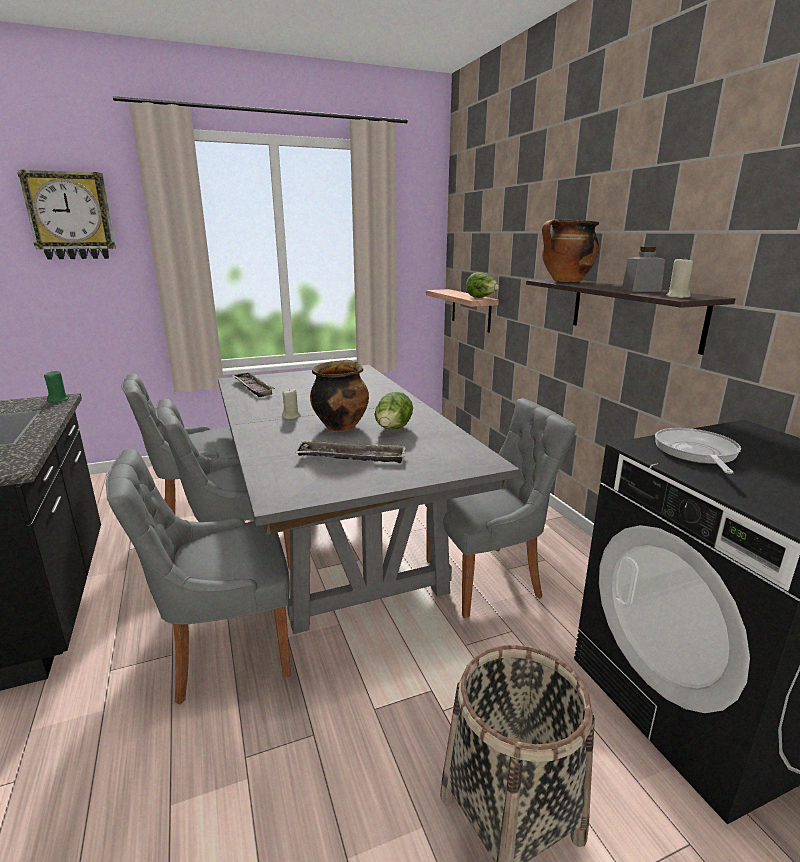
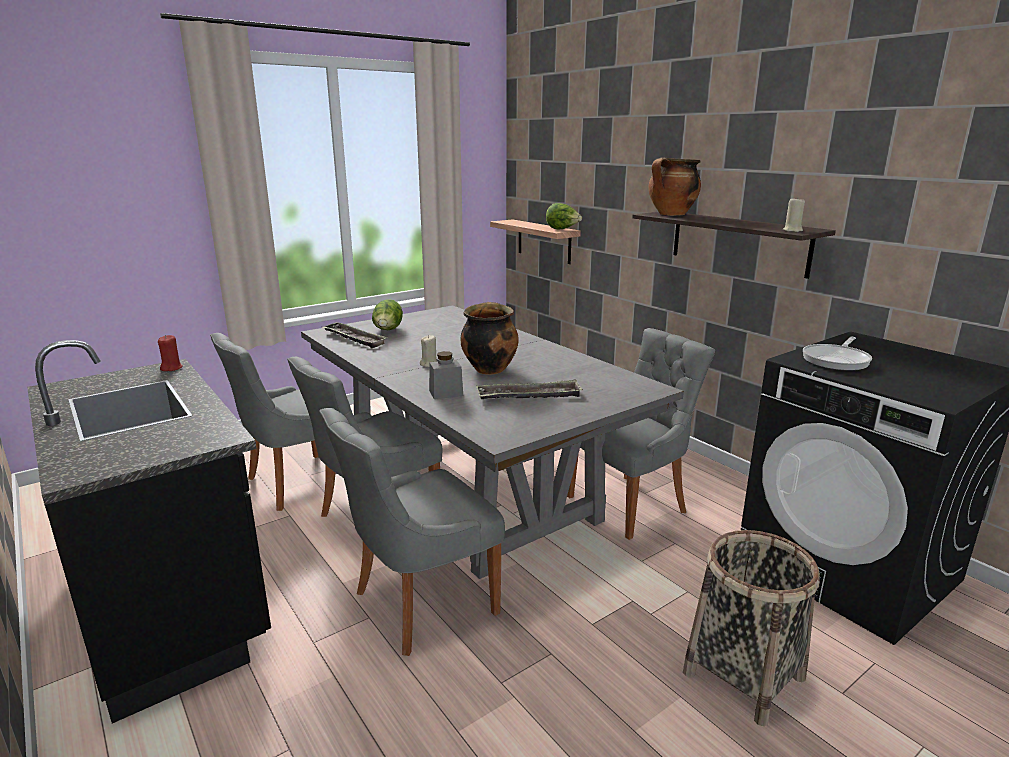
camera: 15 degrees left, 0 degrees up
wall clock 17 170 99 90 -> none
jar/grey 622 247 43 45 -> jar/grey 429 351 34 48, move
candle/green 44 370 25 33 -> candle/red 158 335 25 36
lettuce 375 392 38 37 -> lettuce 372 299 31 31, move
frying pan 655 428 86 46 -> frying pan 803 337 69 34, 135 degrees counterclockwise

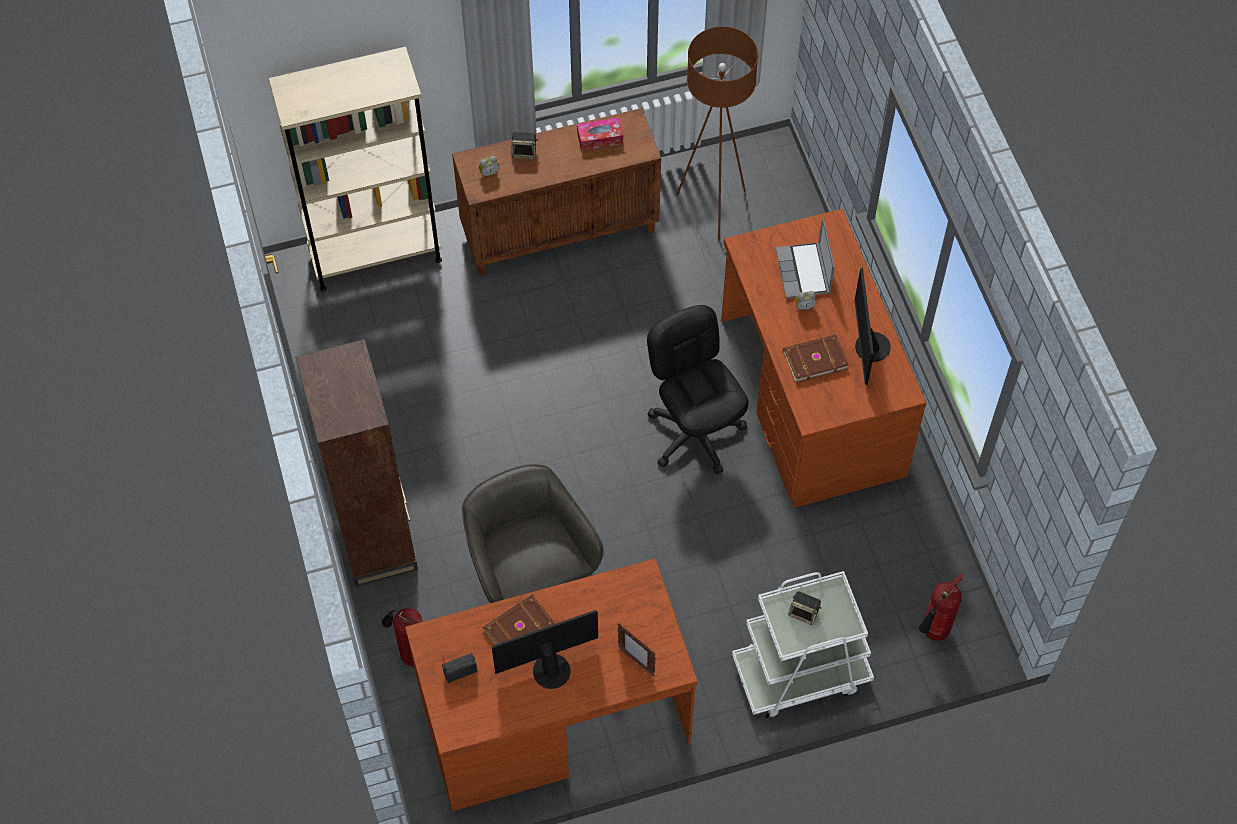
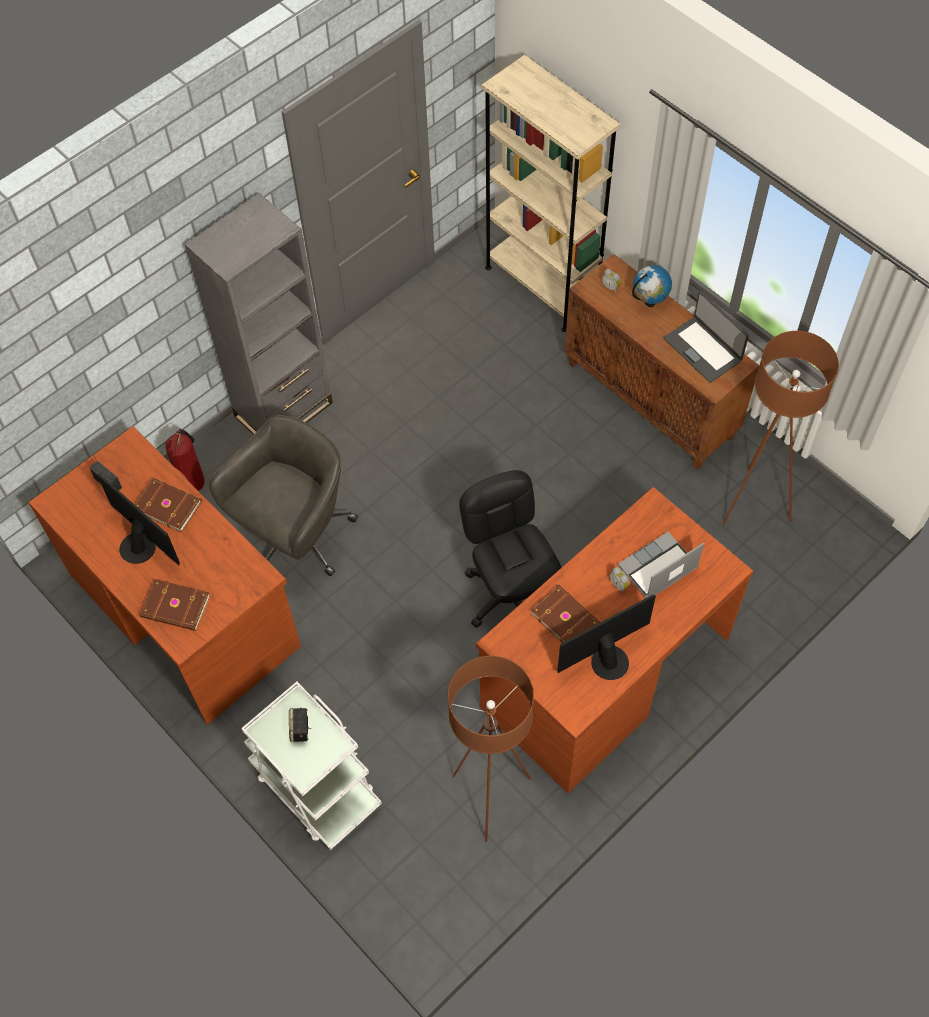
camera: 65 degrees right, 0 degrees up
tissue box 577 118 46 33 -> laptop 664 291 85 92
speaker 511 132 27 27 -> globe 632 265 40 42
office chair/black 647 305 102 169 -> office chair/black 459 470 102 158, 60 degrees counterclockwise
bookcase/brown 295 339 123 247 -> bookcase/grey 185 193 148 242
fire extinguisher 919 573 45 68 -> none
picture frame 617 623 39 54 -> book/brown 140 579 70 52
none -> floor lamp/brown 448 656 86 186

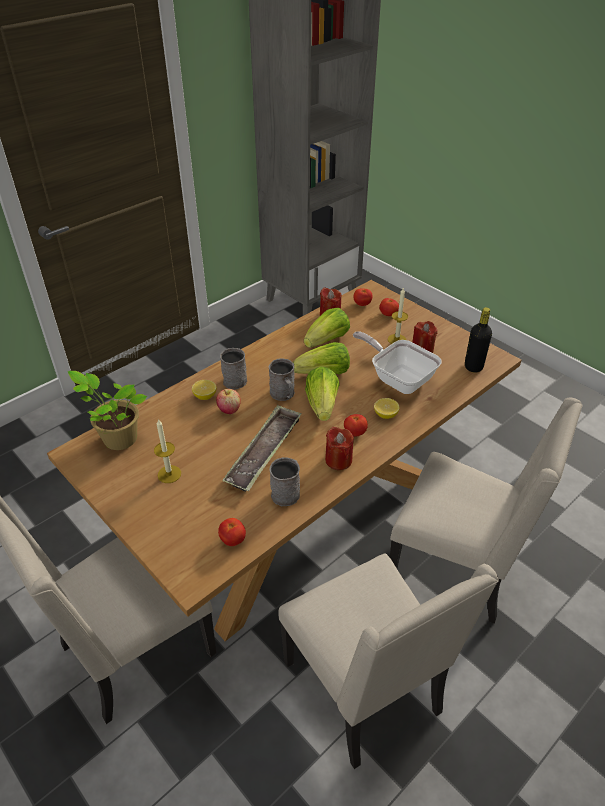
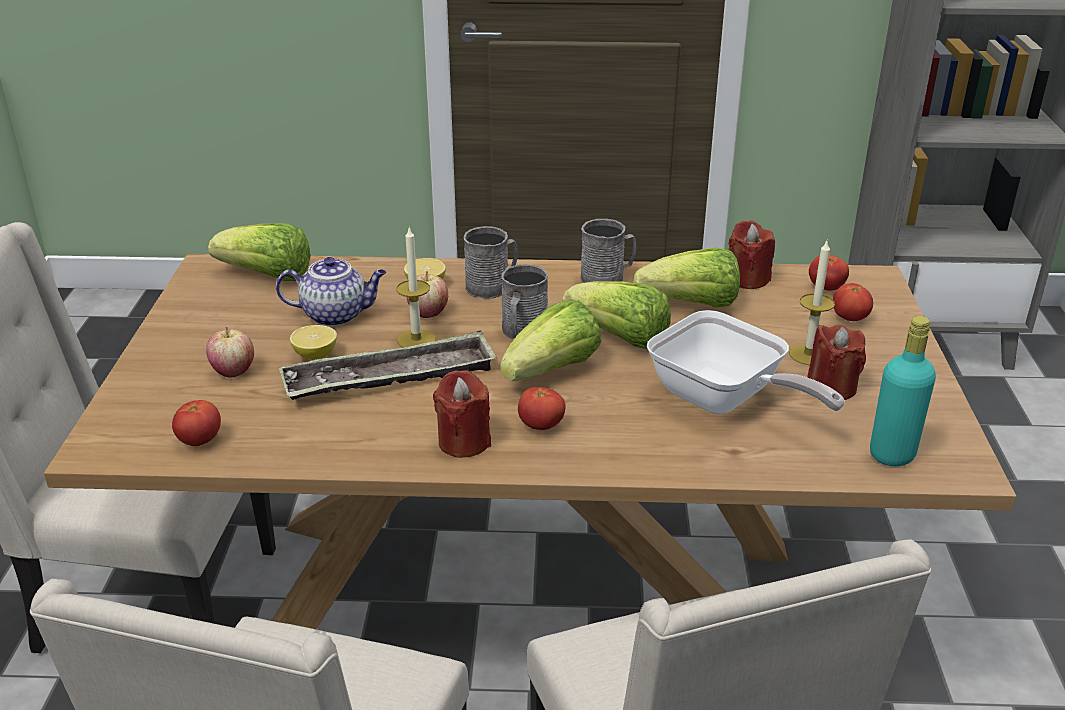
camera: 45 degrees right, 10 degrees down
bottle/black 465 307 27 66 -> bottle/turquoise 870 316 66 150
frying pan 353 331 89 63 -> frying pan 647 310 198 104, 135 degrees clockwise
potted plant 68 371 79 79 -> lettuce 208 223 103 58
lemon 374 398 25 21 -> lemon 290 325 47 35, move
candle 154 419 27 64 -> candle 396 226 40 122, move
mug/grey 270 457 30 49 -> mug/grey 581 219 55 64, move
none -> teapot 276 257 110 69
none -> apple 206 327 48 51

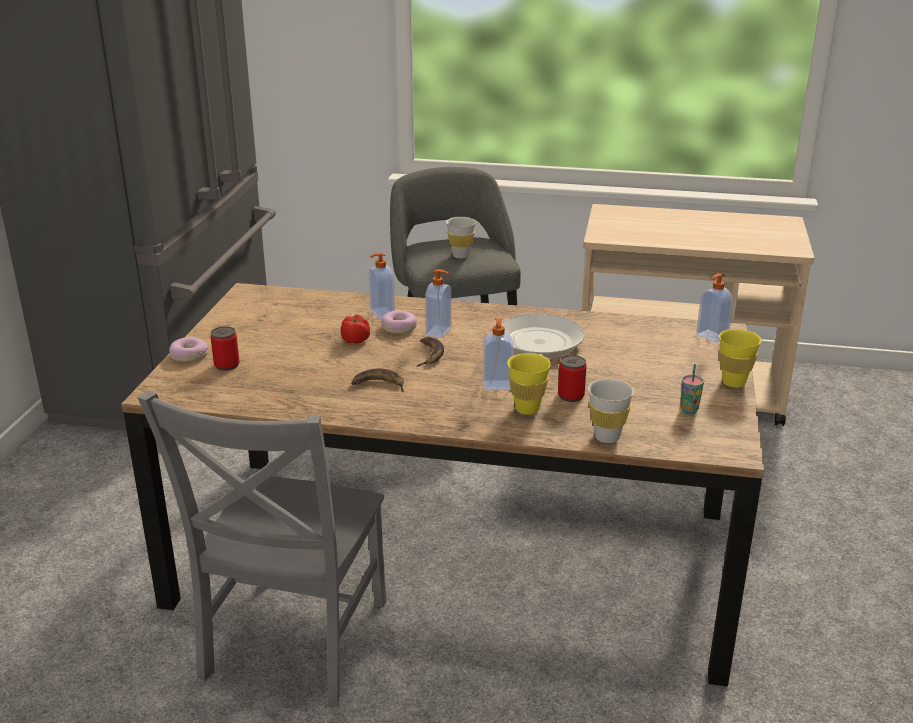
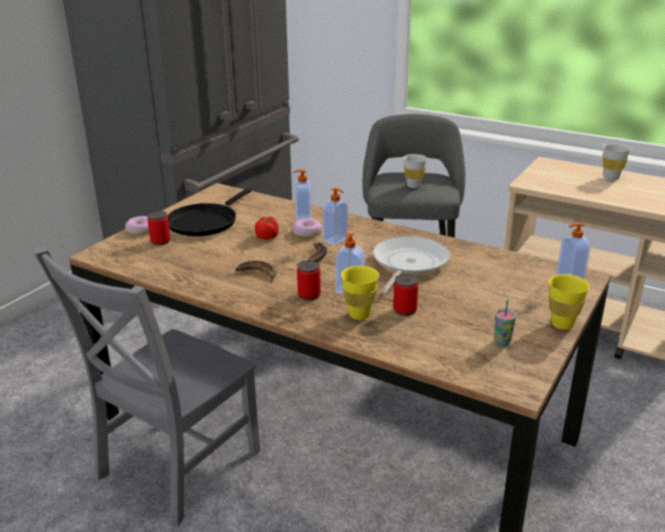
camera: 20 degrees right, 0 degrees up
cup/white 588 379 46 64 -> cup/white 603 144 28 36, move
none -> frying pan/black 167 188 84 48
none -> can 297 261 24 40

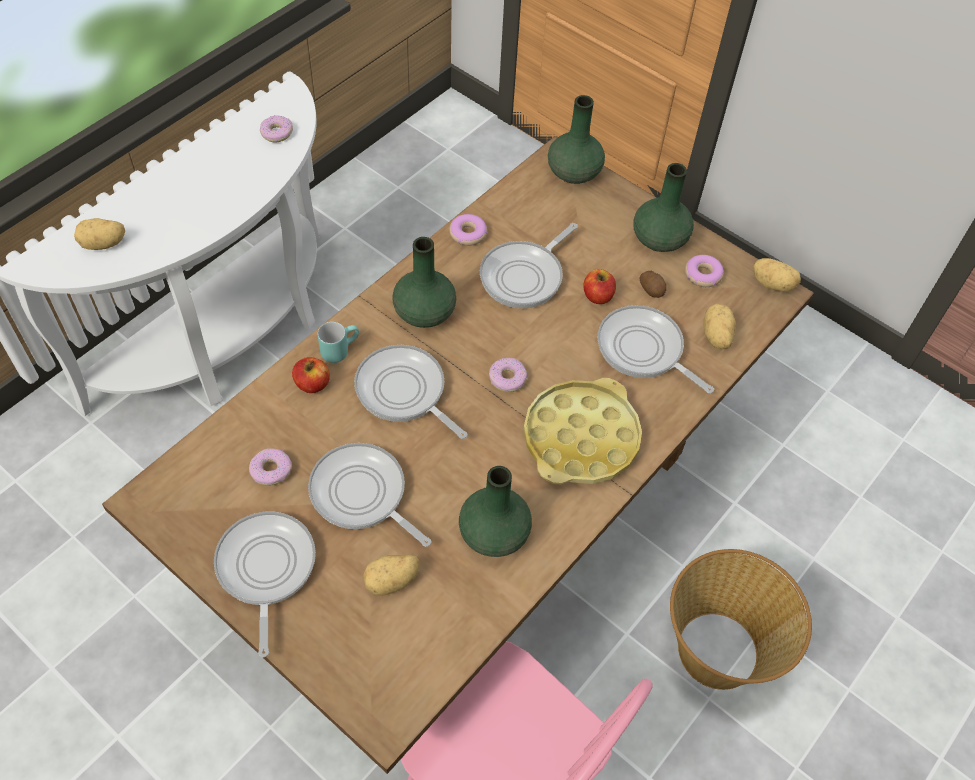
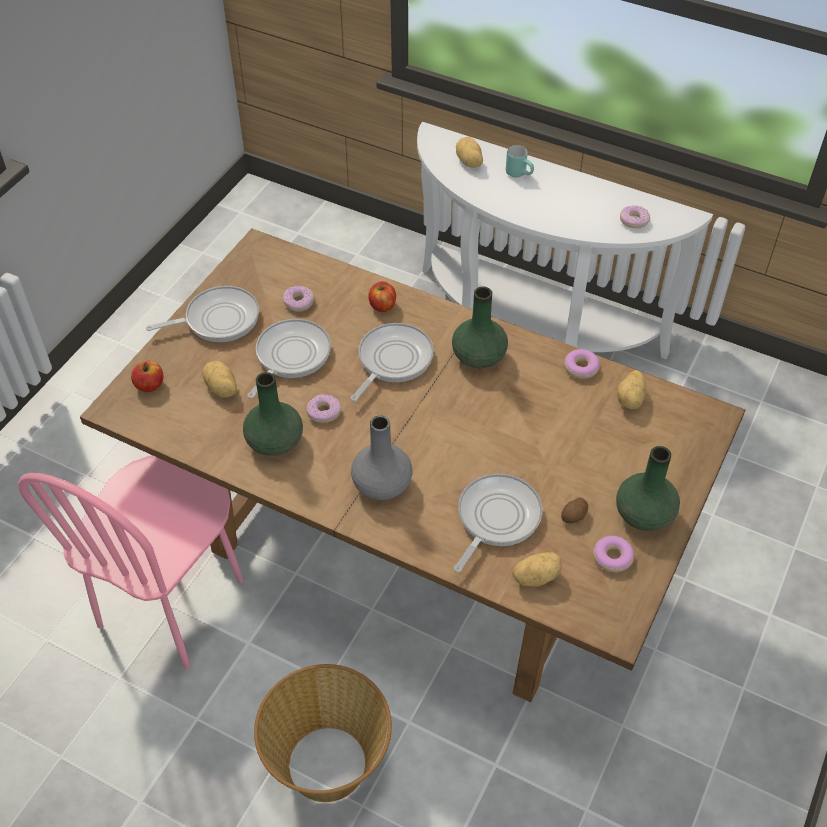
camera: 80 degrees right, 5 degrees down
vase/green 548 95 57 89 -> none
frying pan 480 223 98 85 -> none
potato 753 258 48 34 -> potato 617 370 29 39, move
apple 583 269 33 35 -> apple 131 361 32 31, move
mug/turquoise 318 322 41 41 -> mug/turquoise 506 145 28 33, move
donut 489 358 38 34 -> donut 306 394 36 29, move
tray/yellow 524 378 118 106 -> vase/grey 351 415 61 85

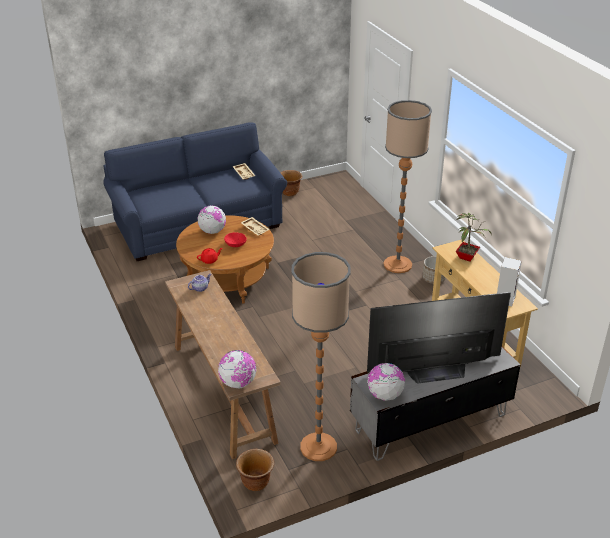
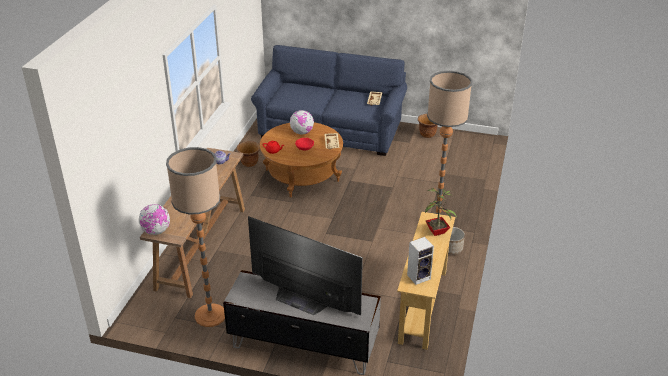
camera: 40 degrees right, 0 degrees up
globe 367 363 38 38 -> none
planter/brown 236 449 38 42 -> planter/brown 237 141 23 26, move

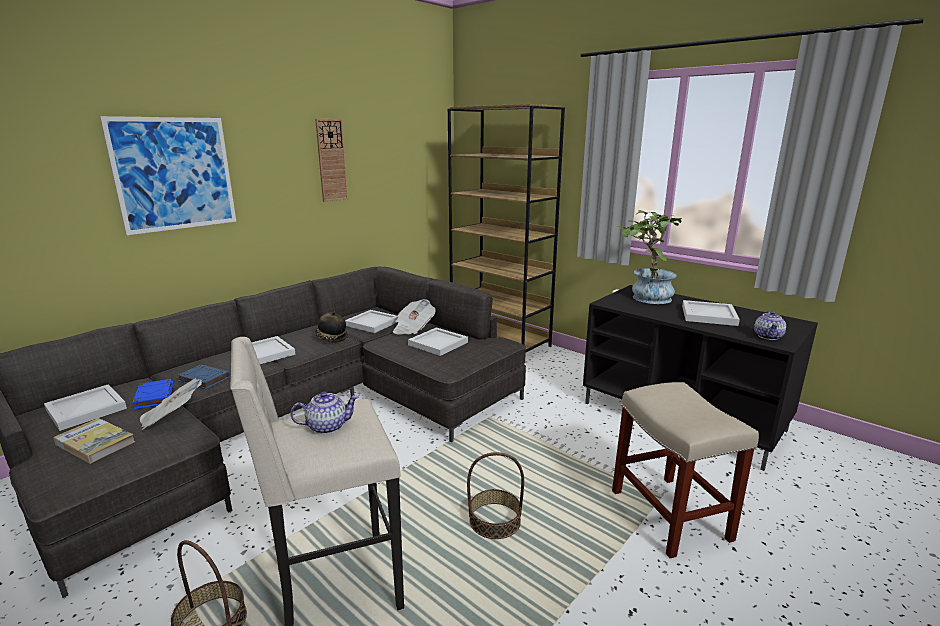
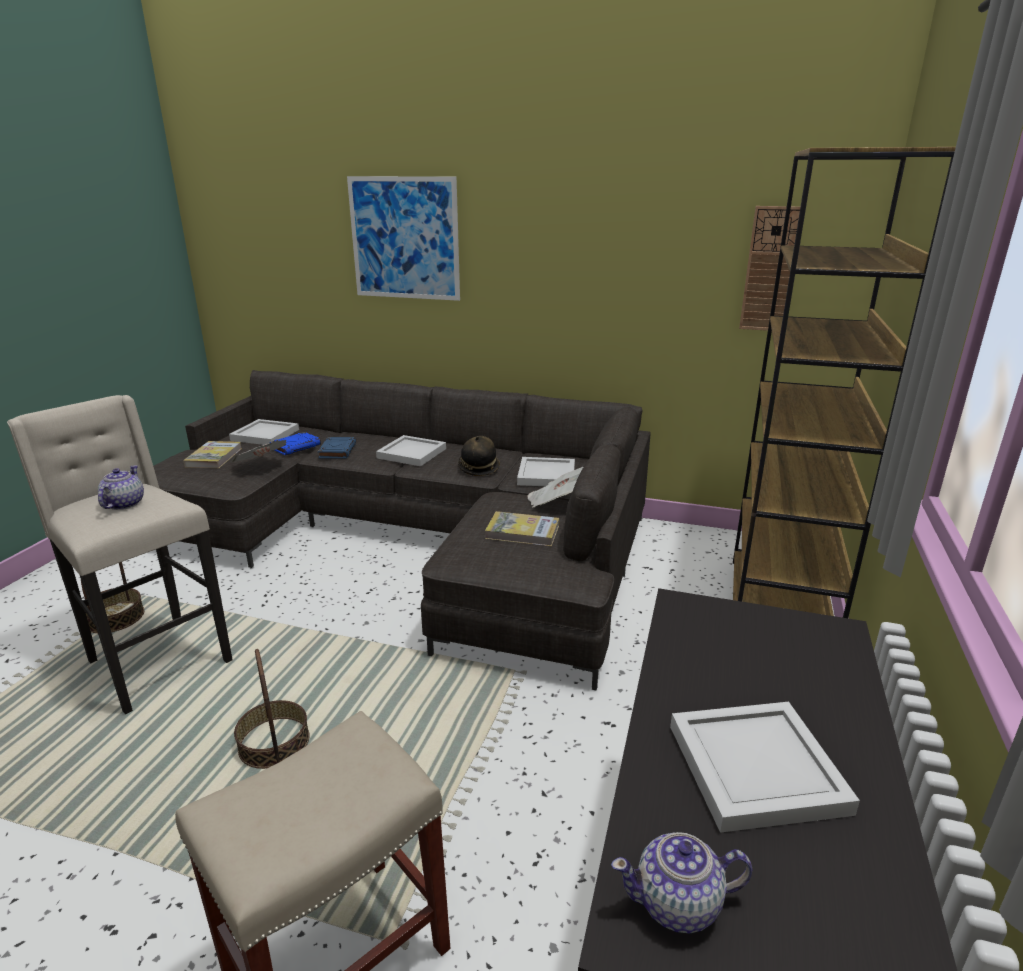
camera: 65 degrees right, 5 degrees up
wall clock 315 119 33 83 -> wall clock 739 206 62 125, move
potted plant 616 210 66 94 -> none
tray/white 408 327 60 29 -> book 485 511 74 35
teapot 290 392 69 42 -> teapot 98 465 46 45, 135 degrees counterclockwise

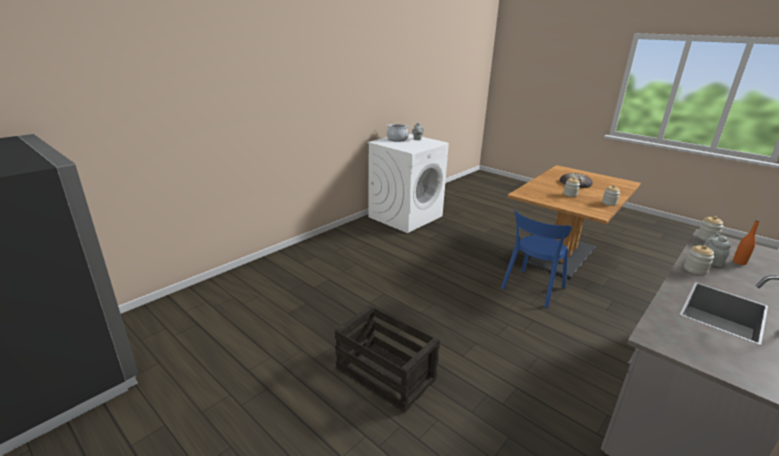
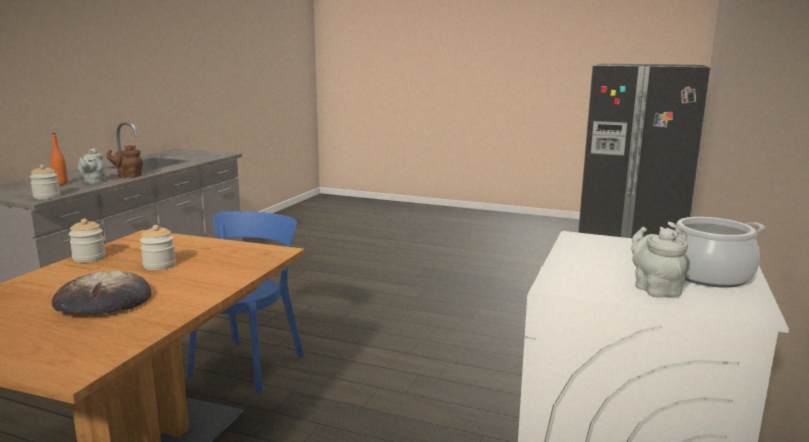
camera: 160 degrees right, 10 degrees down
jar 684 245 30 30 -> teapot/brown 106 145 37 33
crate 335 305 105 107 -> none

